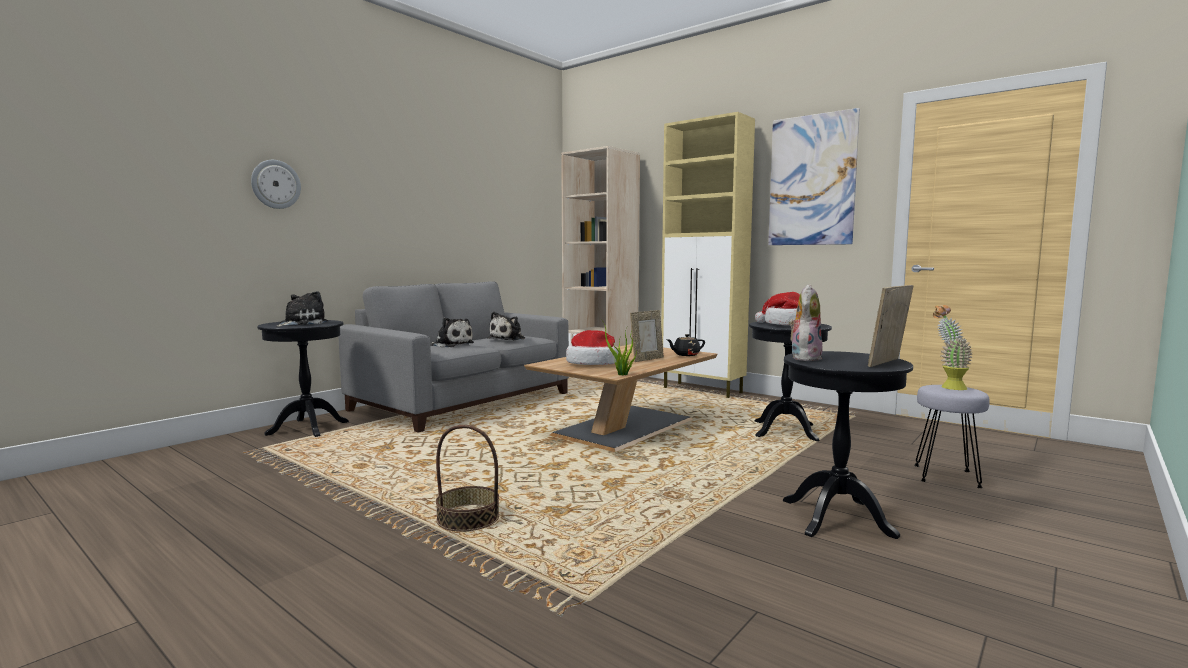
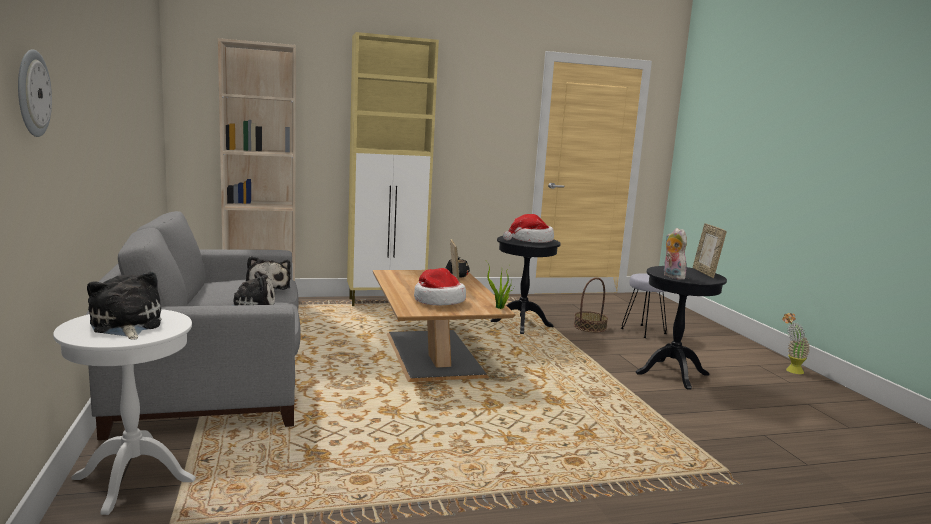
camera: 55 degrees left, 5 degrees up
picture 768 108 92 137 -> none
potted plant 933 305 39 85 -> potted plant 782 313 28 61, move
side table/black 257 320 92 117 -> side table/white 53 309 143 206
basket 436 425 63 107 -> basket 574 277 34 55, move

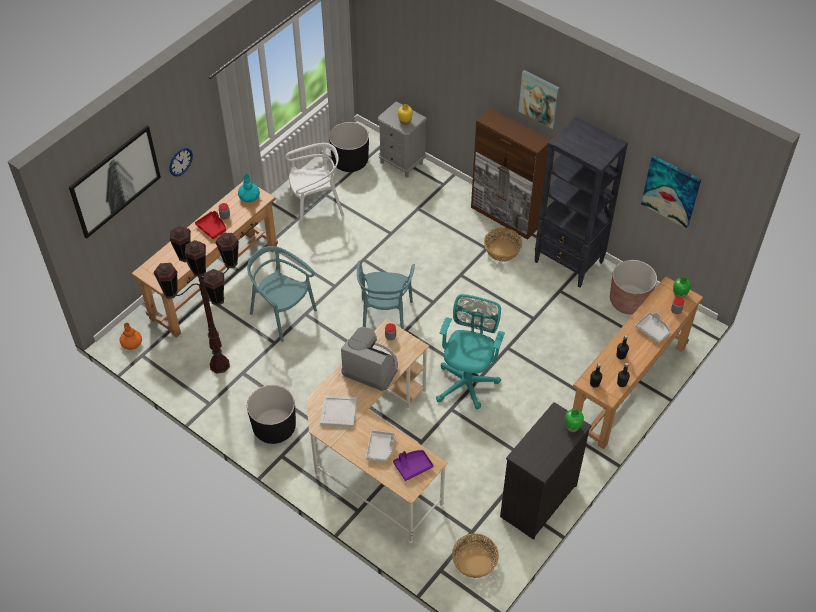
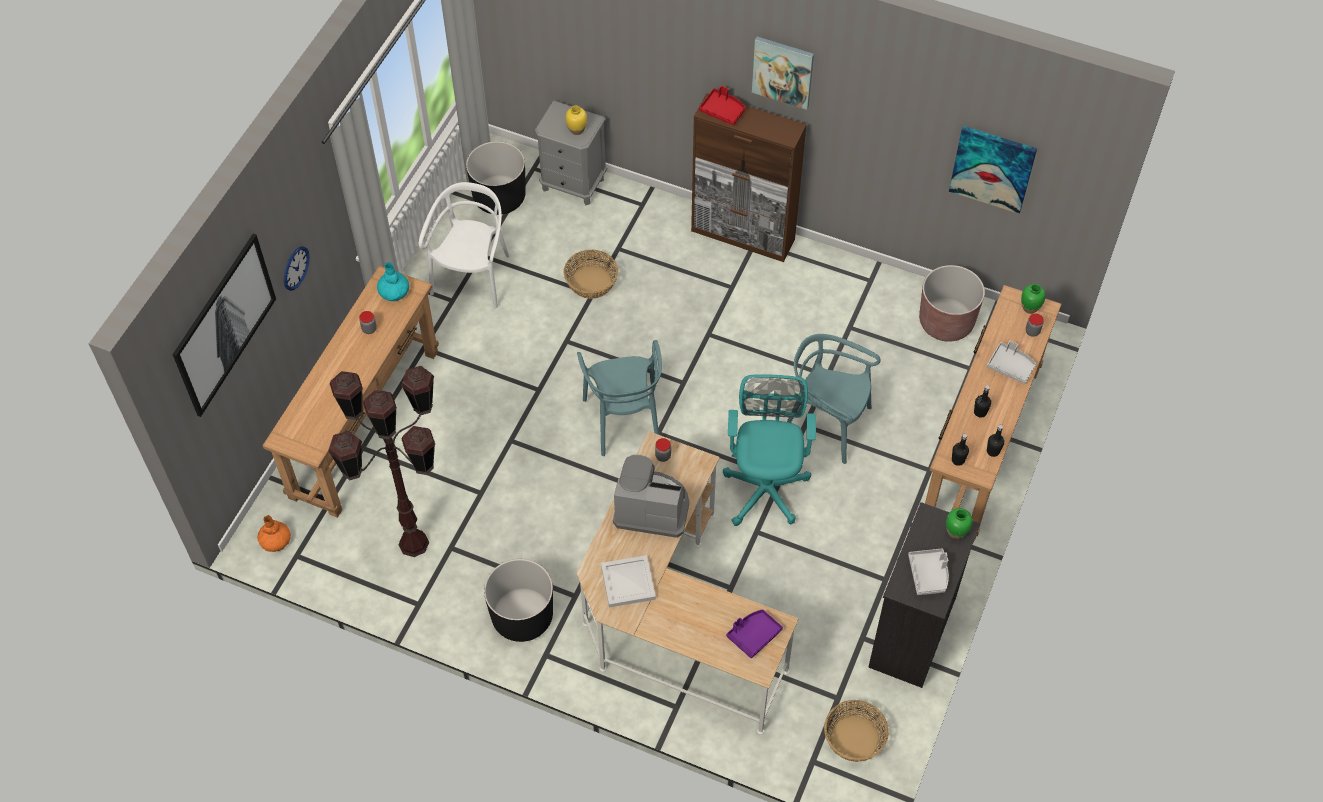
camera: 15 degrees left, 5 degrees up
bookcase/black 534 116 94 172 -> none
chair/white 285 143 59 85 -> chair/white 419 182 90 127, 45 degrees counterclockwise
tray/red 195 211 31 28 -> tray/red 699 86 47 39, move
basket 484 228 38 34 -> basket 563 250 55 49, move
chair/turquoise 247 246 70 96 -> chair/turquoise 787 334 94 130, move
tray/grey 366 430 30 32 -> tray/grey 908 549 41 46, move

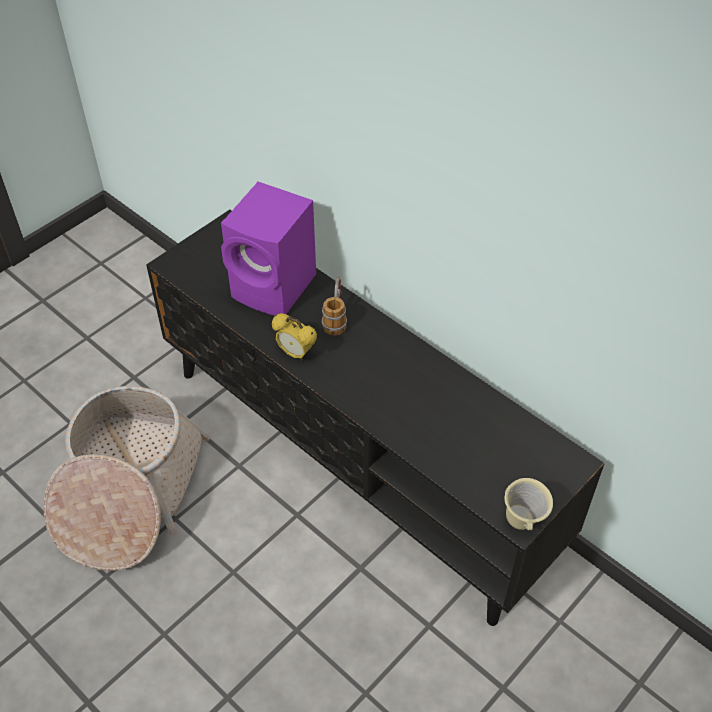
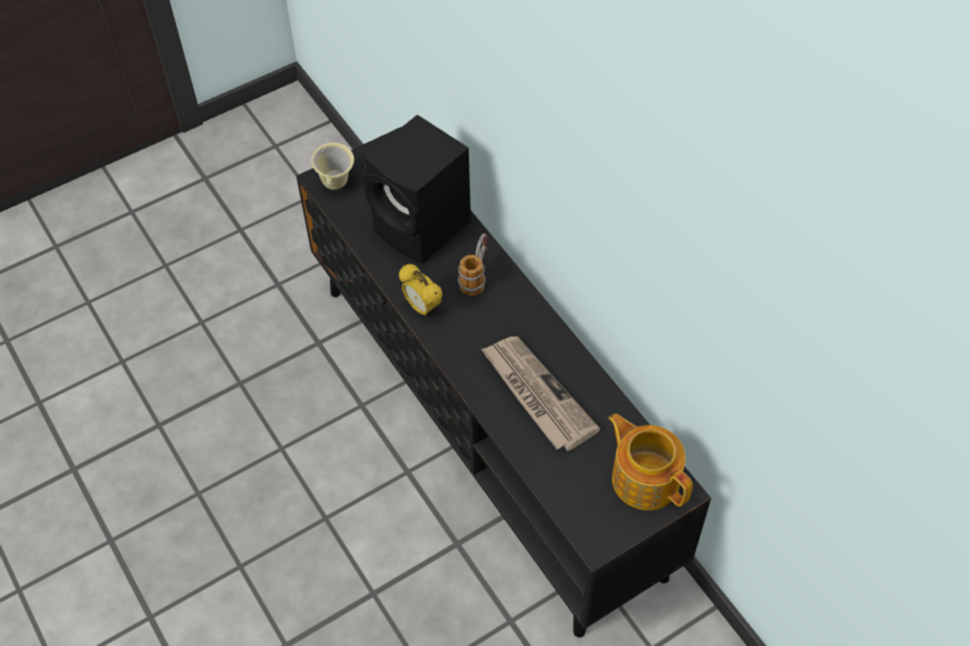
camera: 15 degrees right, 5 degrees up
speaker/purple 221 182 95 133 -> speaker/black 363 115 108 149
basket 43 386 167 185 -> none
mug/beige 505 478 48 52 -> mug/beige 311 142 43 48, move
none -> newspaper 481 336 119 115
none -> teapot 608 414 85 96

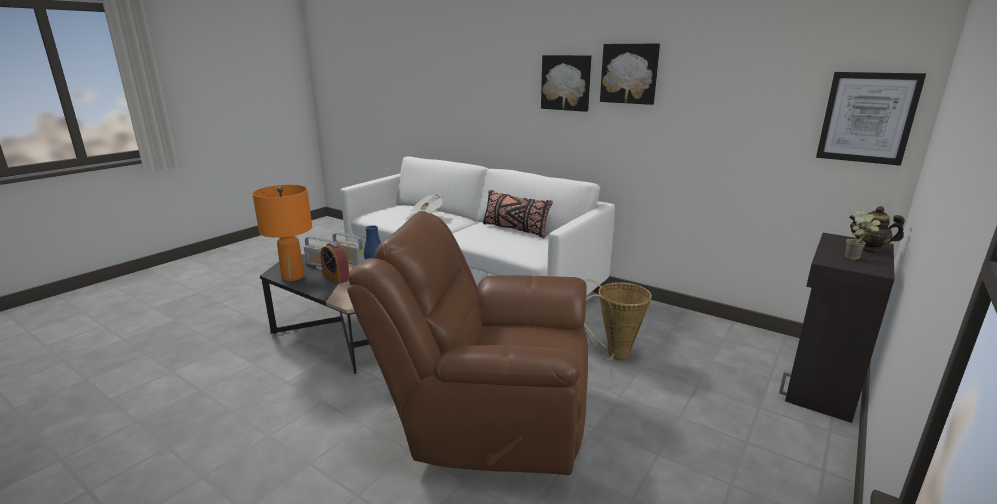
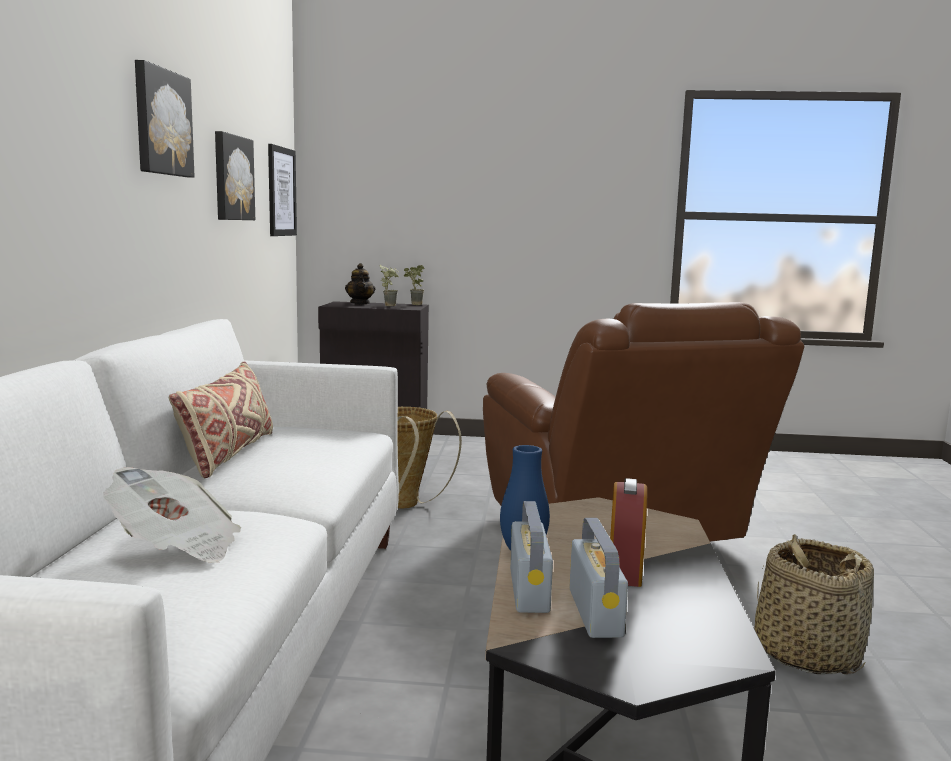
camera: 120 degrees left, 10 degrees down
picture 541 55 50 57 -> picture 215 131 40 89, move
table lamp/orange 252 185 60 96 -> none
pillow/black 483 190 70 48 -> pillow/beige 169 361 104 117
none -> potted plant 404 265 20 40
none -> basket 754 534 120 141

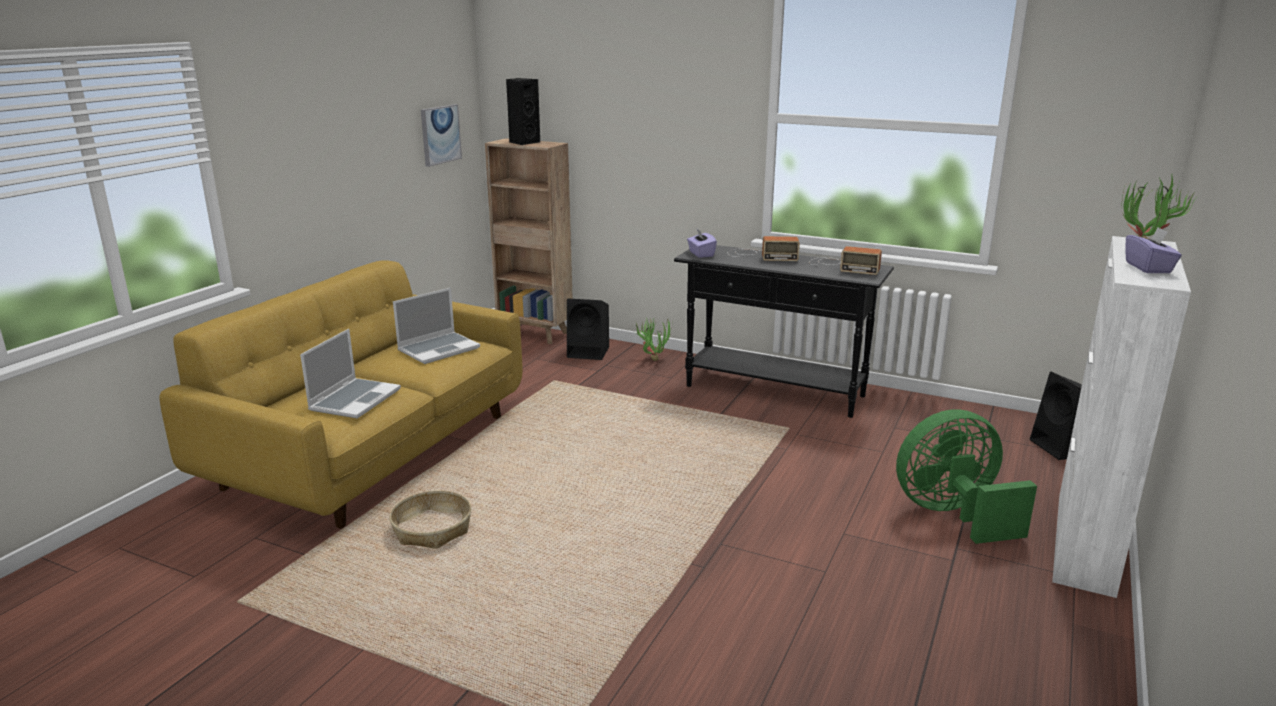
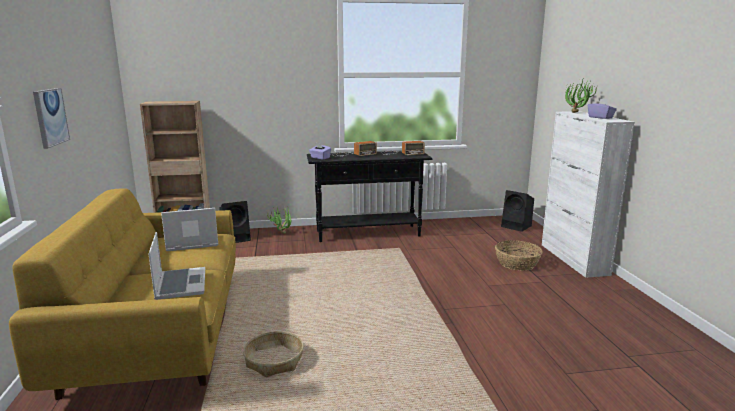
camera: 35 degrees left, 5 degrees down
speaker/black 506 78 35 67 -> none
picture 421 104 41 63 -> picture 33 88 37 61, move
laptop 393 288 87 76 -> laptop 161 208 57 43, 120 degrees counterclockwise
fan/green 896 409 141 135 -> basket 495 240 48 31

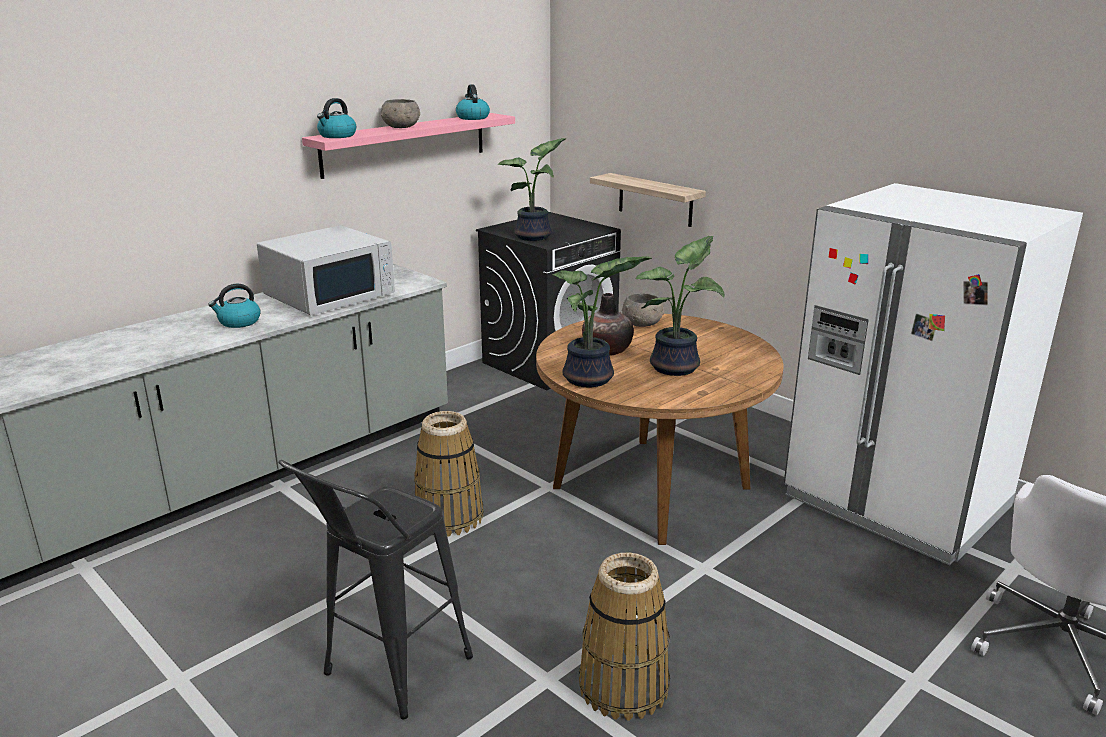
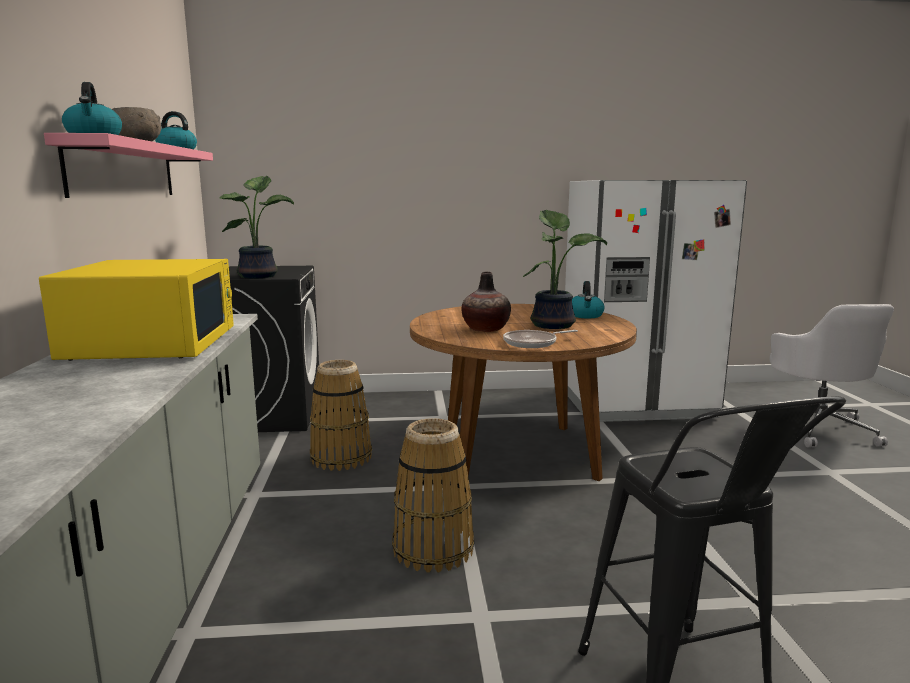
camera: 50 degrees left, 10 degrees down
shelf 590 173 116 54 -> none
microwave/white 257 225 138 90 -> microwave/yellow 39 259 195 102
potted plant 553 256 99 131 -> frying pan 503 330 75 18
kettle 208 284 53 44 -> kettle 572 281 32 37, move
bowl/grey 622 293 42 34 -> none
basket 579 553 91 168 -> basket 310 360 62 111, move

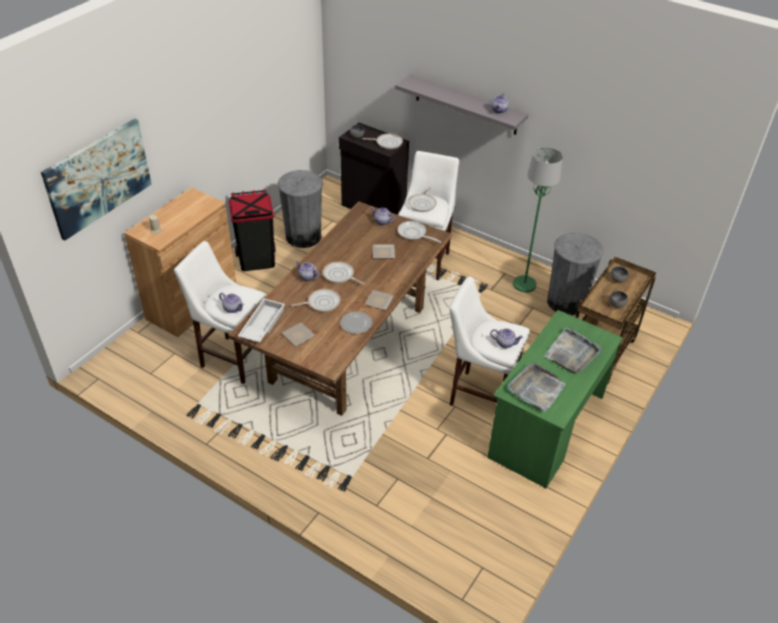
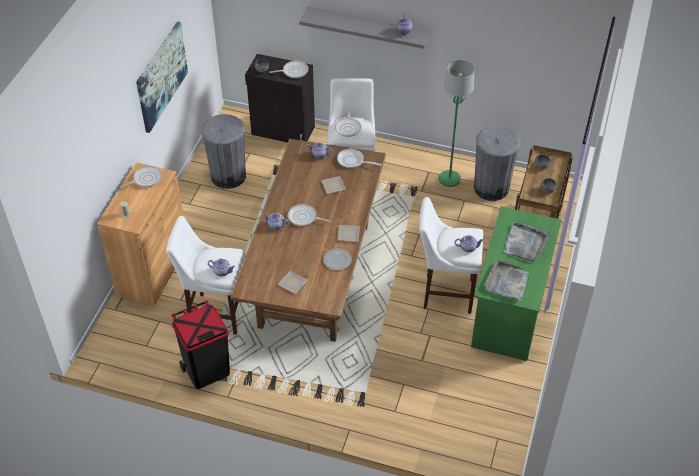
camera: 15 degrees left, 5 degrees up
picture 41 119 111 121 -> picture 136 21 52 112, move
trash can/black 229 189 47 82 -> trash can/black 172 300 58 89, move
frying pan 291 289 50 23 -> frying pan 120 166 42 22, move
tray/white 238 298 47 45 -> none

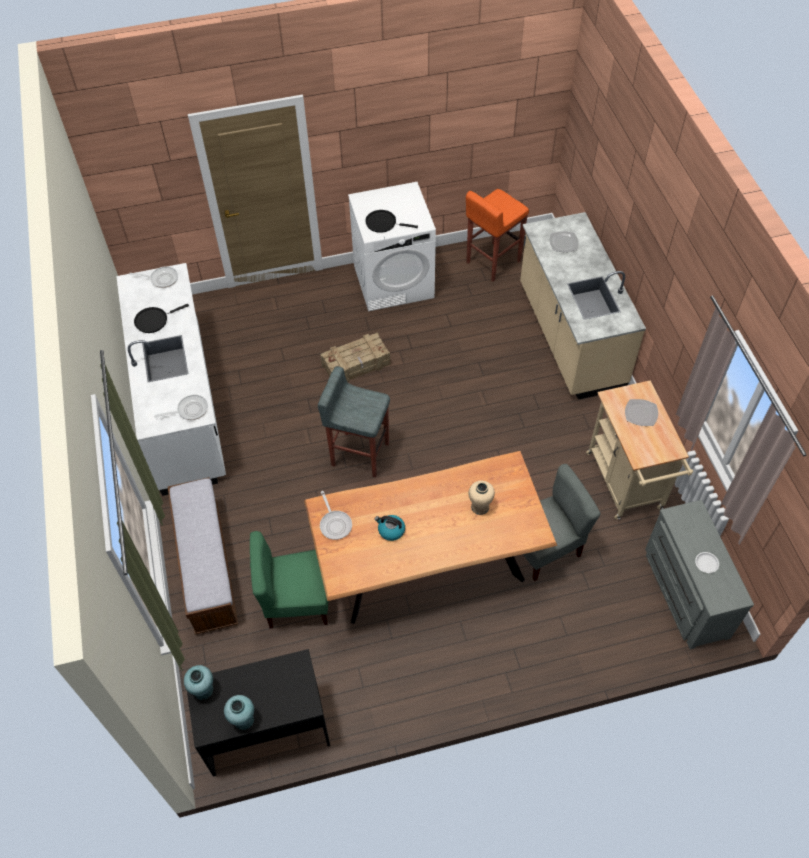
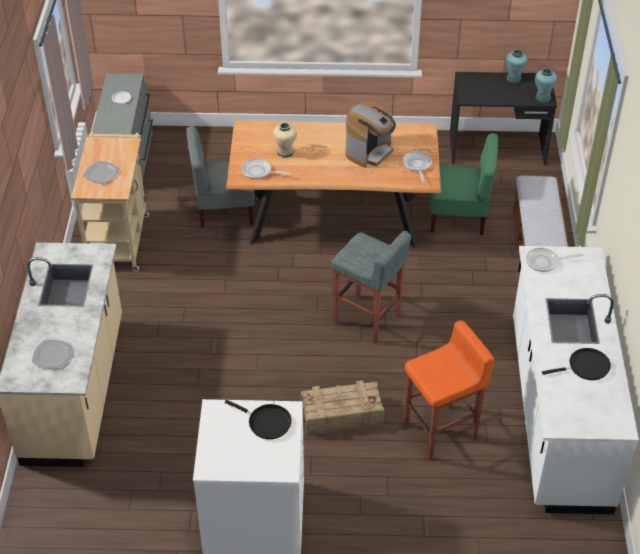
camera: 165 degrees left, 10 degrees down
stool/orange 466 189 63 93 -> stool/orange 404 320 91 140, move
frying pan 129 266 49 22 -> frying pan 241 158 50 21, move
kettle 375 515 30 26 -> coffee machine 345 101 51 67

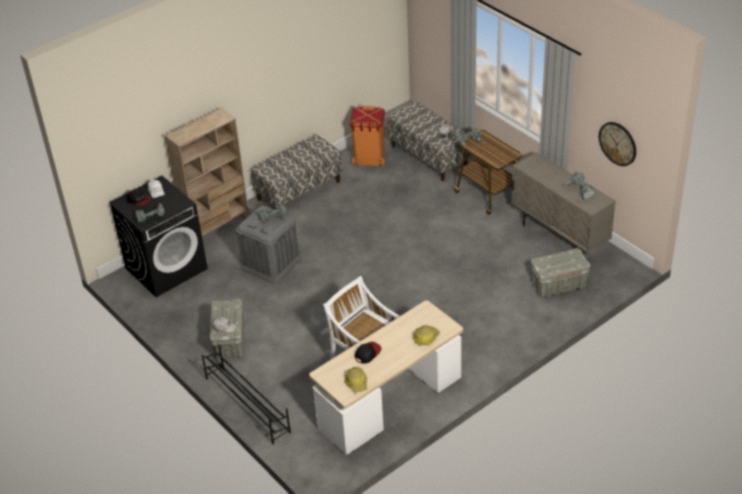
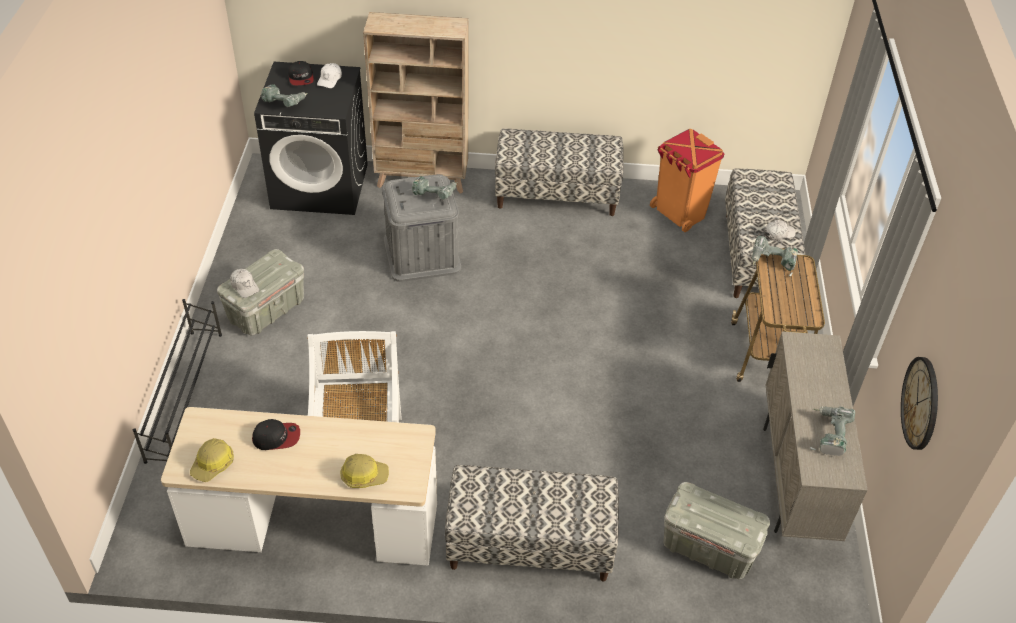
camera: 40 degrees right, 5 degrees up
none -> bench 445 465 174 116

